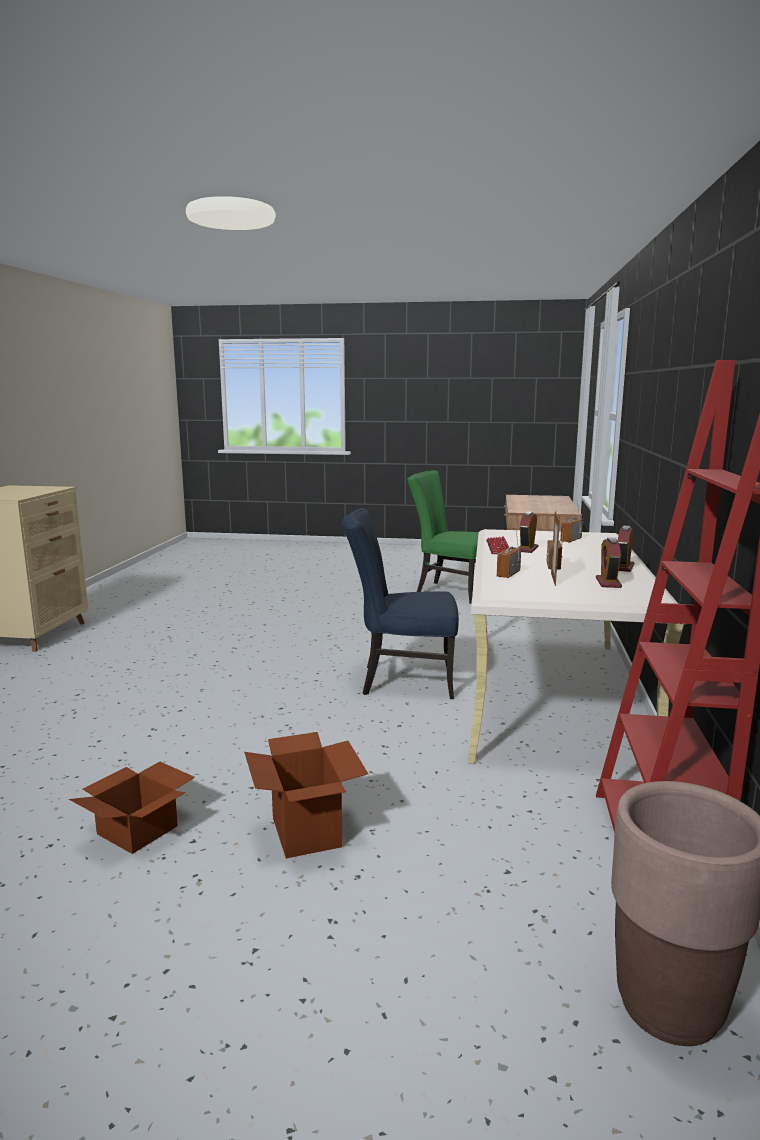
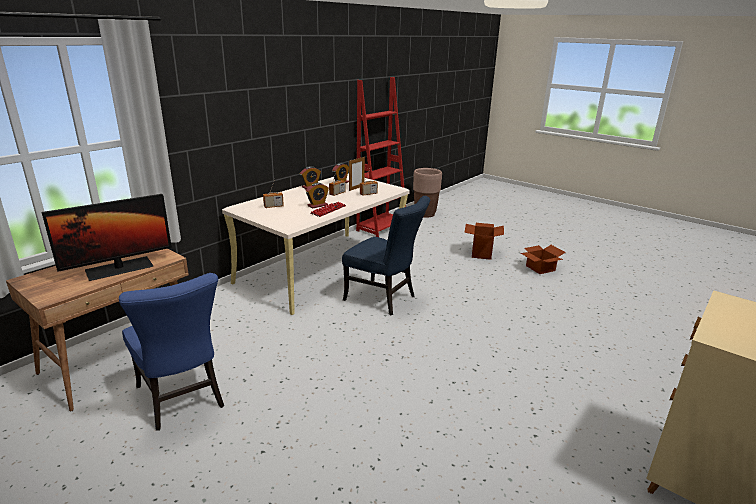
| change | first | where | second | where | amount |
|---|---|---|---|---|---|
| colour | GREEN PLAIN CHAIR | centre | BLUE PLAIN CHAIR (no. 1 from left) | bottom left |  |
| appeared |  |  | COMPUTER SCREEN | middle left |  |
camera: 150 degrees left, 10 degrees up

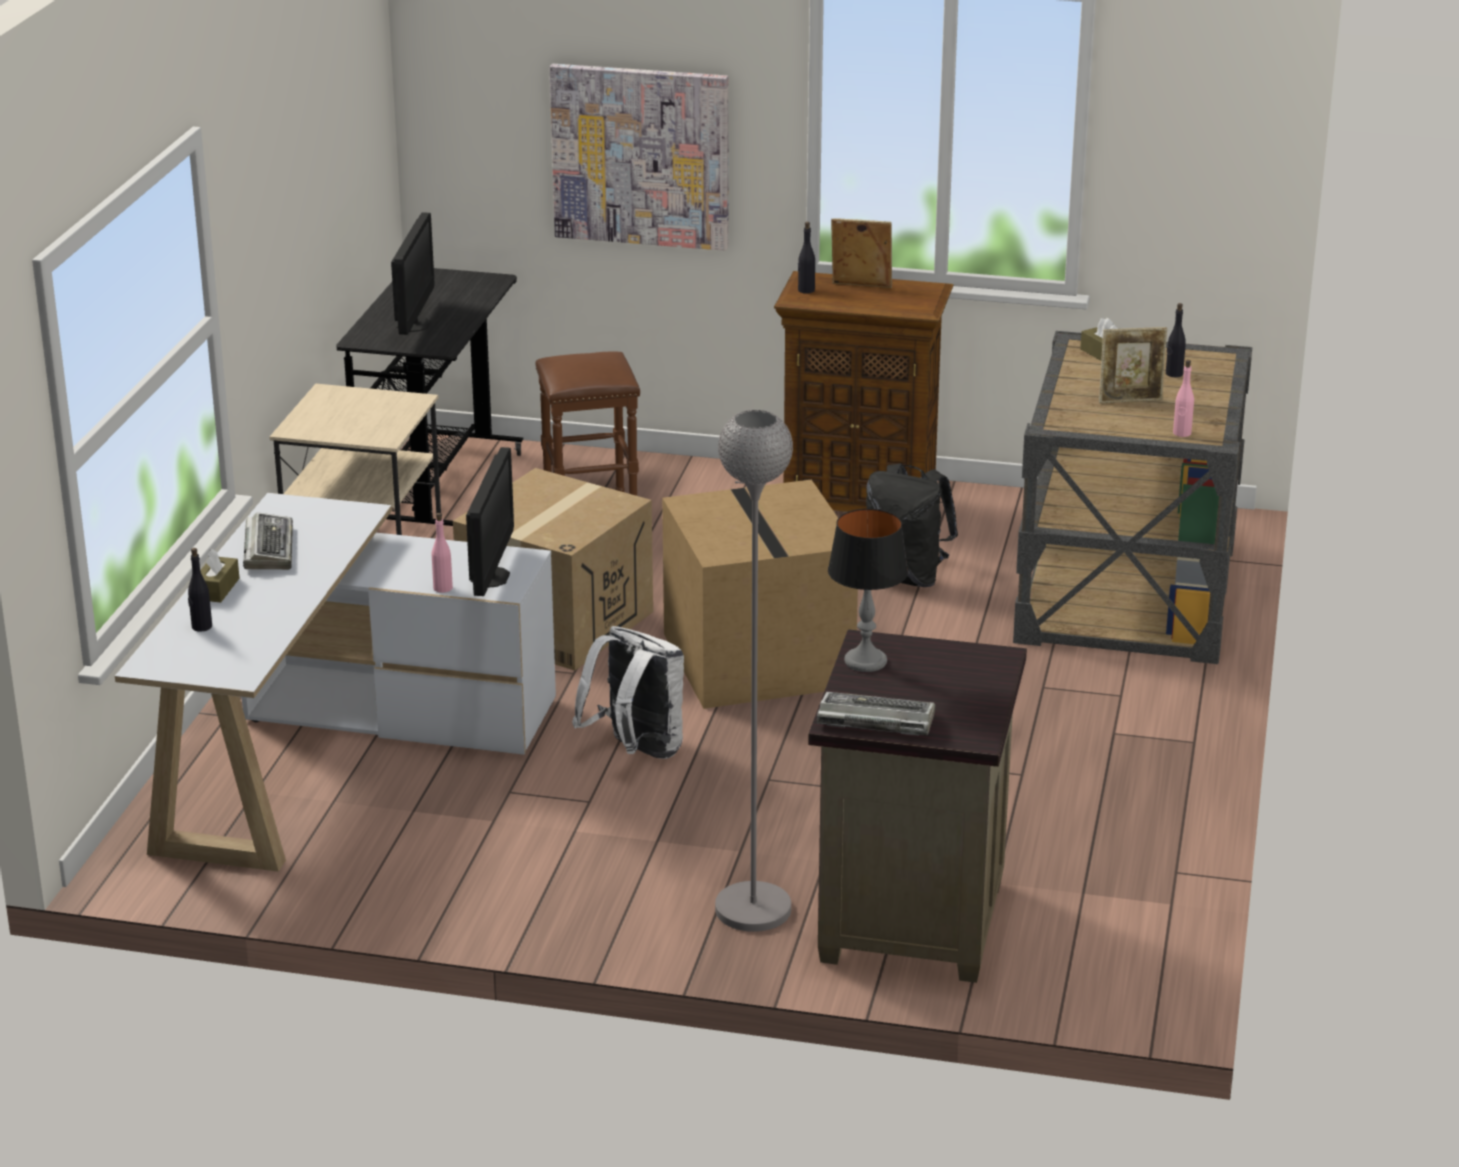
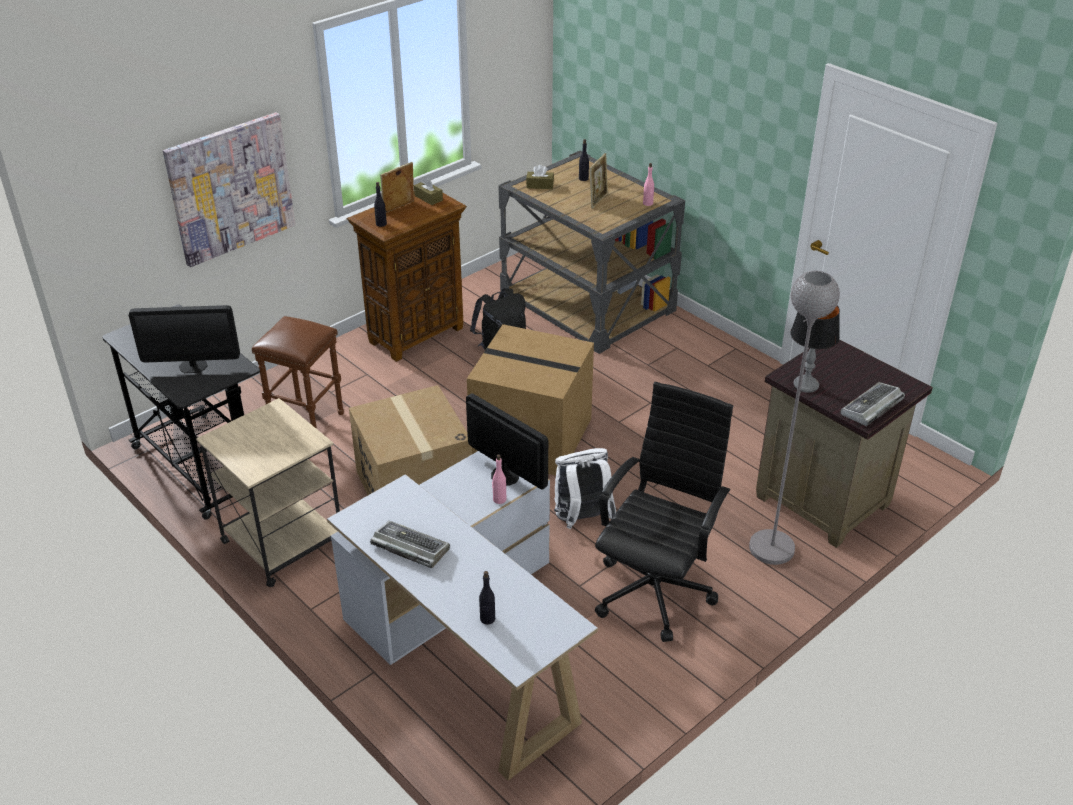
| change | first | where | second | where | amount |
|---|---|---|---|---|---|
| spun | COMPUTER SCREEN (no. 1 from left) | top left |  | middle left | 135 degrees clockwise |
| relocated | BROWN-COLOURED BOX OF TISSUES (no. 1 from left) | middle left |  | top centre |  |
| appeared |  |  | BLACK OFFICE CHAIR | centre |  |
camera: 55 degrees left, 10 degrees up

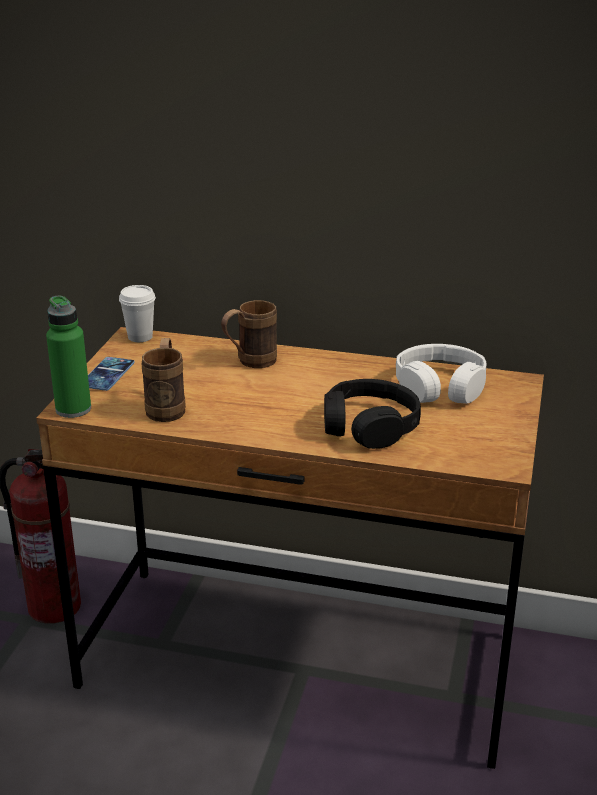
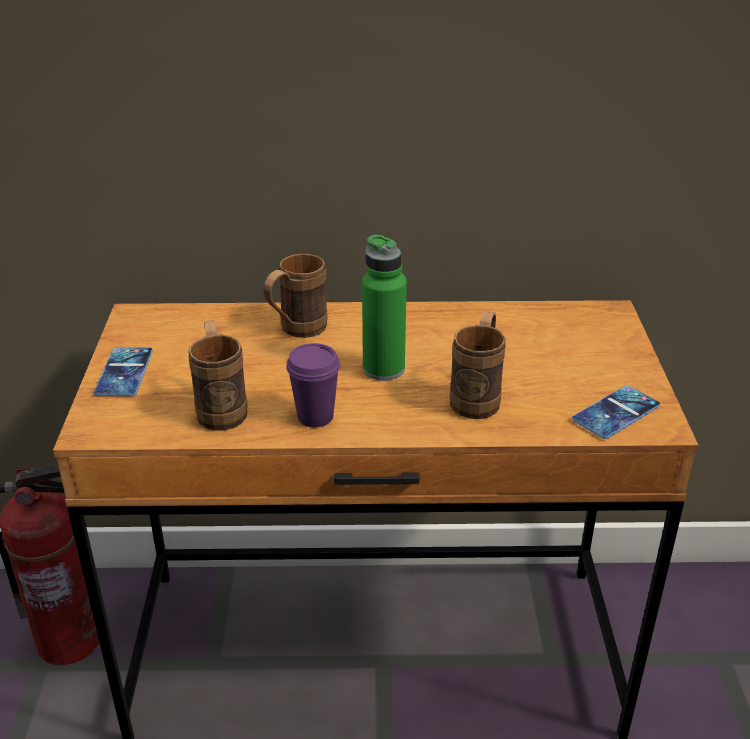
| change | first | where | second | where | amount |
|---|---|---|---|---|---|
| missing | WHITISH CUP | middle left |  |  |  |
| relocated | GREEN BEVERAGE BOTTLE | middle left |  | centre |  |
| missing | WHITISH HEADSET | middle right |  |  |  |
| exchanged | BLACK HEADSET | centre | BROWN-COLOURED TEA MUG (no. 3 from left) | centre |  |
| appeared |  |  | PURPLE-COLOURED CUP | centre |  |
| appeared |  |  | TELEPHONE (no. 2 from left) | middle right |  |
camera: 15 degrees left, 5 degrees up

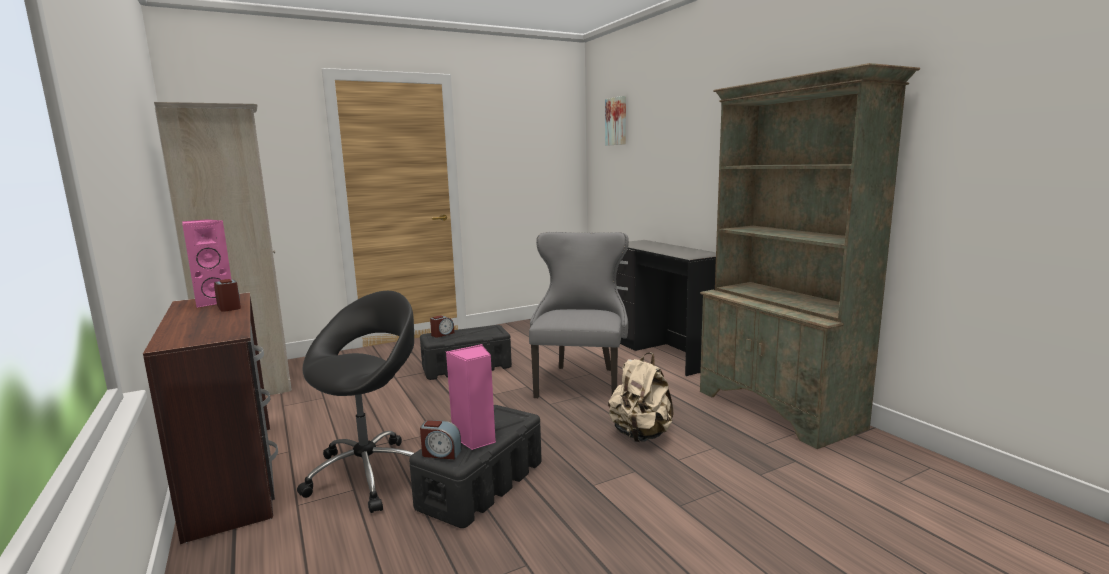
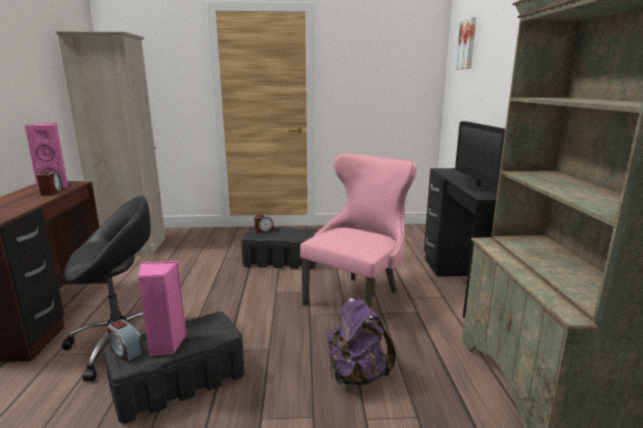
| change | first | where | second | where | amount |
|---|---|---|---|---|---|
| colour | GREY PLAIN CHAIR | centre | PINKISH PLAIN CHAIR | centre |  |
| colour | BEIGE BACKPACK | bottom centre | PURPLE-COLOURED BACKPACK | bottom centre |  |
| appeared |  |  | COMPUTER SCREEN | middle right |  |
camera: 25 degrees right, 5 degrees up

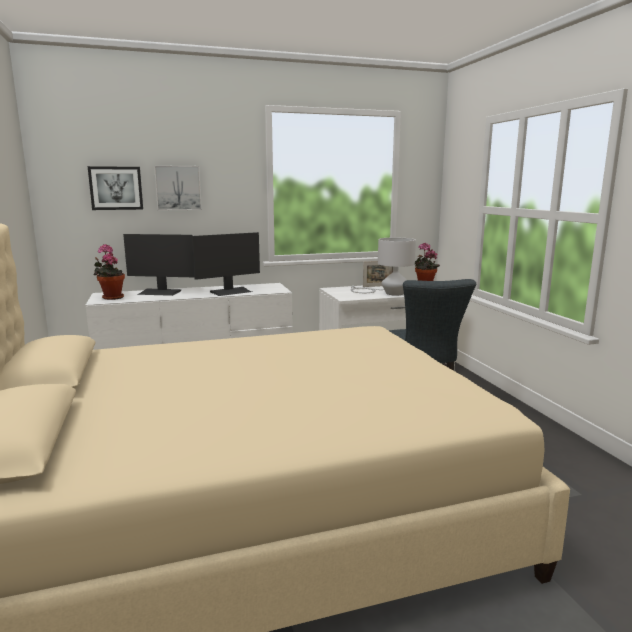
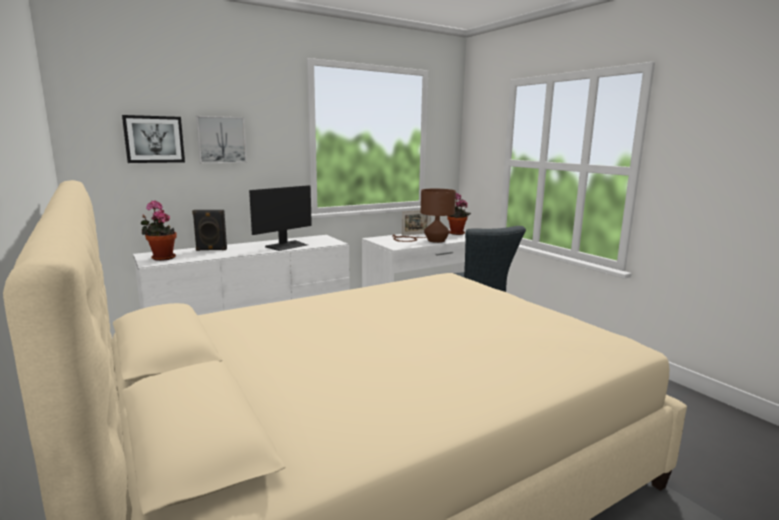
| change | first | where | second | where | amount |
|---|---|---|---|---|---|
| exchanged | COMPUTER SCREEN (no. 1 from left) | middle left | BLACK LOUDSPEAKER | middle left |  |
| colour | GREY LAMP FOR A TABLE | centre | BROWN-COLOURED LAMP FOR A TABLE | centre |  |
camera: 15 degrees left, 0 degrees up

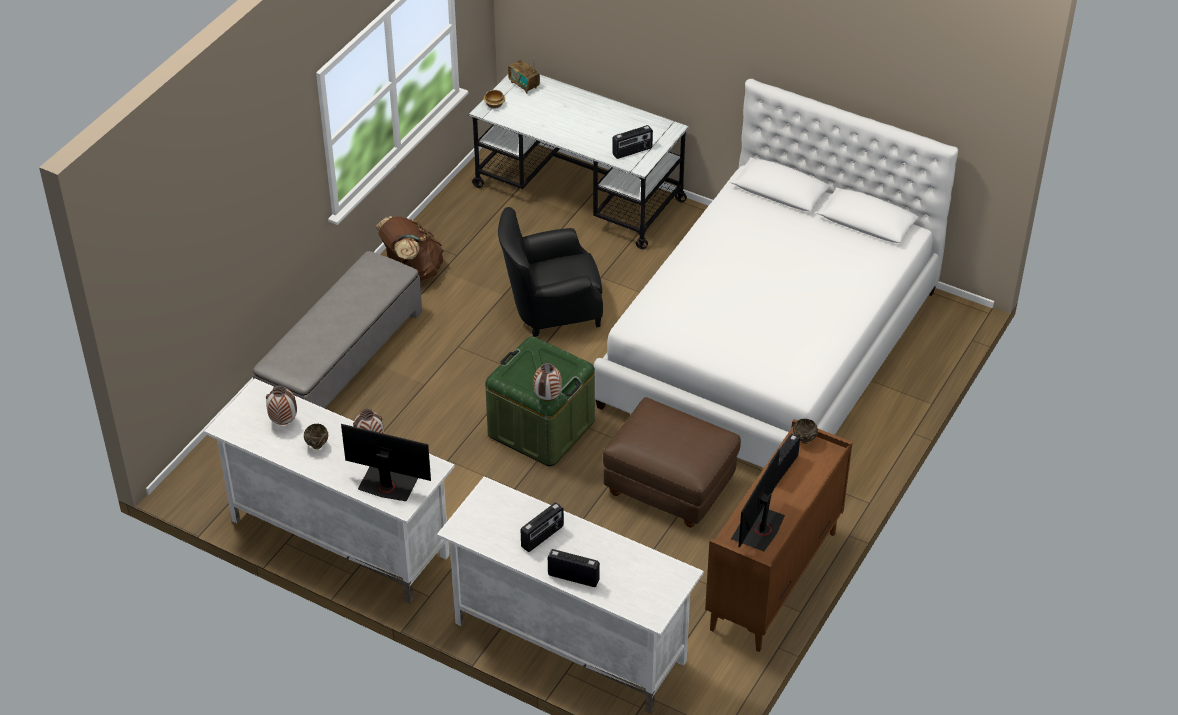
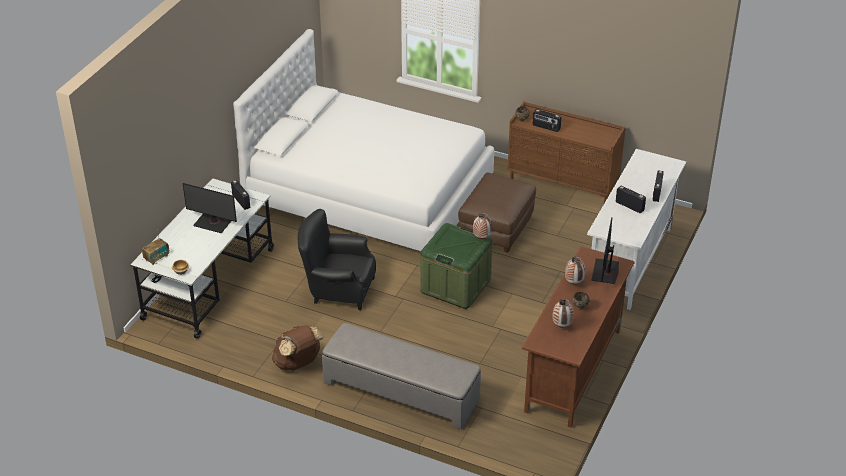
| change | first | where | second | where | amount |
|---|---|---|---|---|---|
| spun | BLACK EASY CHAIR | centre |  | centre | 120 degrees clockwise |
| colour | WHITISH DRESSER (no. 1 from left) | bottom left | BROWN-COLOURED DRESSER | bottom right |  |
| relocated | COMPUTER SCREEN (no. 2 from left in the first image) | bottom centre | COMPUTER SCREEN (no. 1 from left) | middle left |  |
camera: 95 degrees left, 5 degrees down

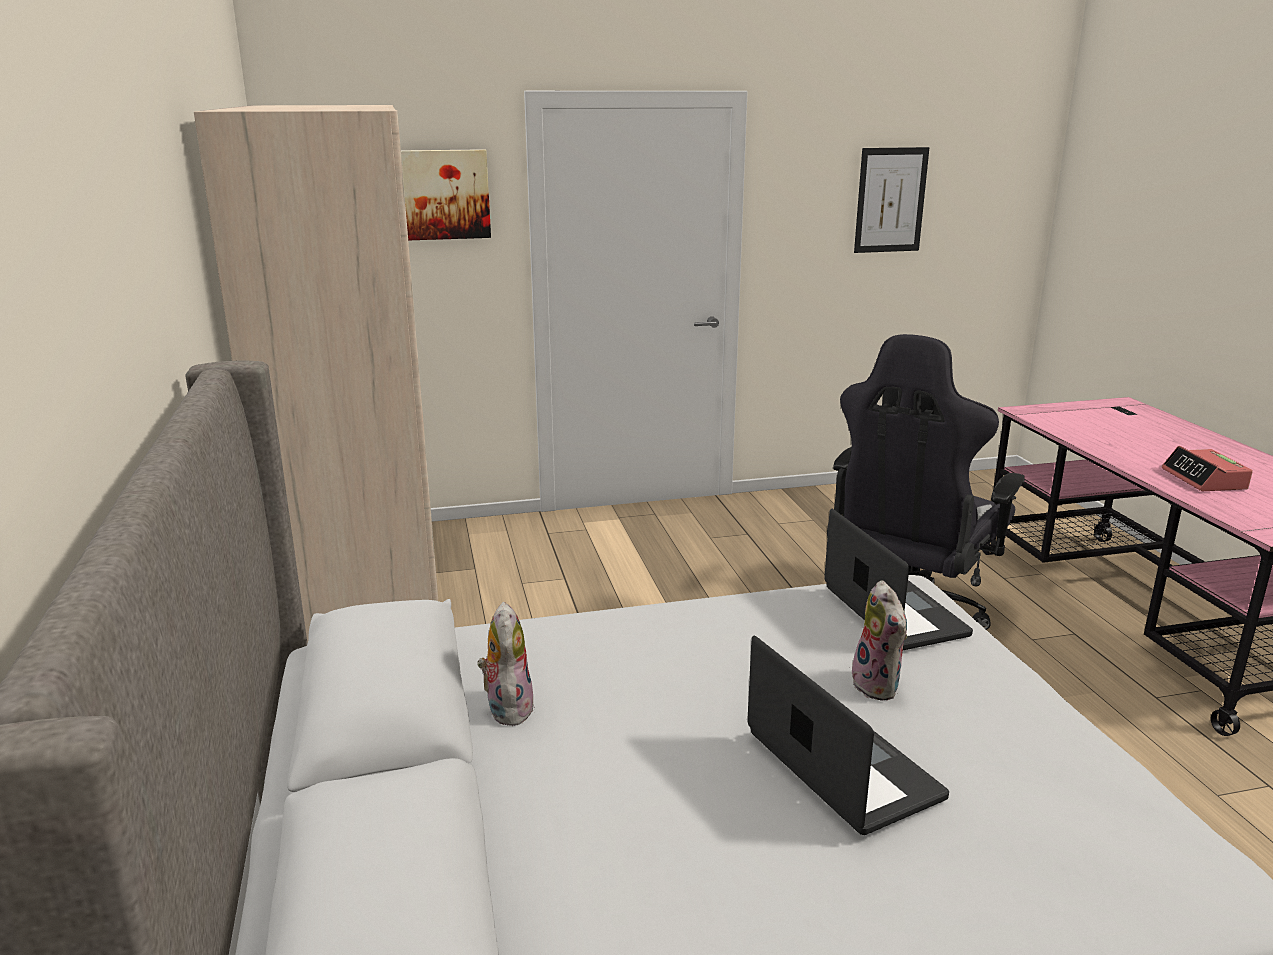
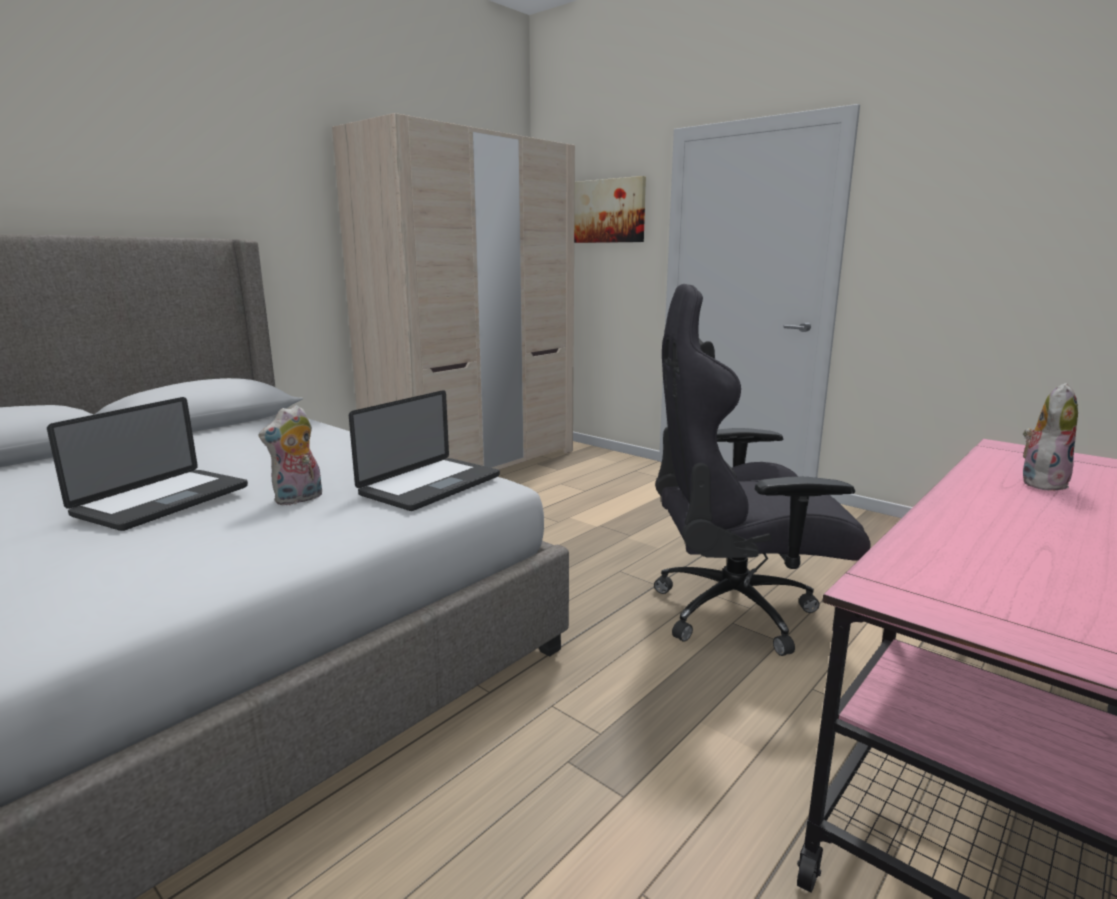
| change | first | where | second | where | amount |
|---|---|---|---|---|---|
| missing | PICTURE (no. 2 from left) | top right |  |  |  |
| missing | TABLE CLOCK | middle right |  |  |  |
| relocated | CUDDLY TOY (no. 1 from left in the first image) | bottom centre | CUDDLY TOY (no. 2 from left) | middle right |  |
camera: 55 degrees right, 5 degrees down

